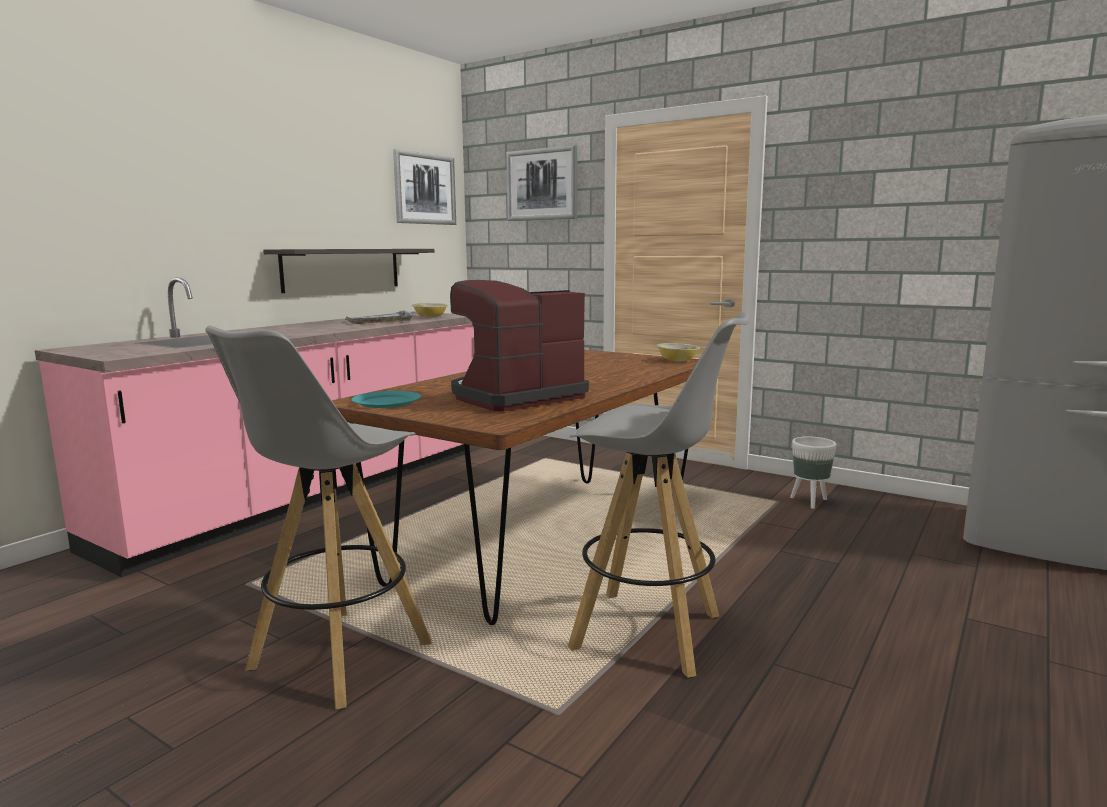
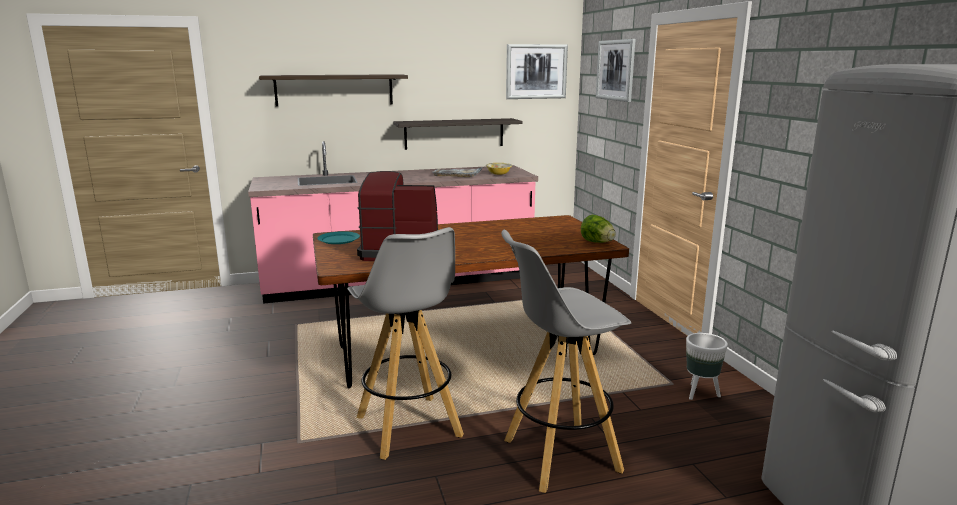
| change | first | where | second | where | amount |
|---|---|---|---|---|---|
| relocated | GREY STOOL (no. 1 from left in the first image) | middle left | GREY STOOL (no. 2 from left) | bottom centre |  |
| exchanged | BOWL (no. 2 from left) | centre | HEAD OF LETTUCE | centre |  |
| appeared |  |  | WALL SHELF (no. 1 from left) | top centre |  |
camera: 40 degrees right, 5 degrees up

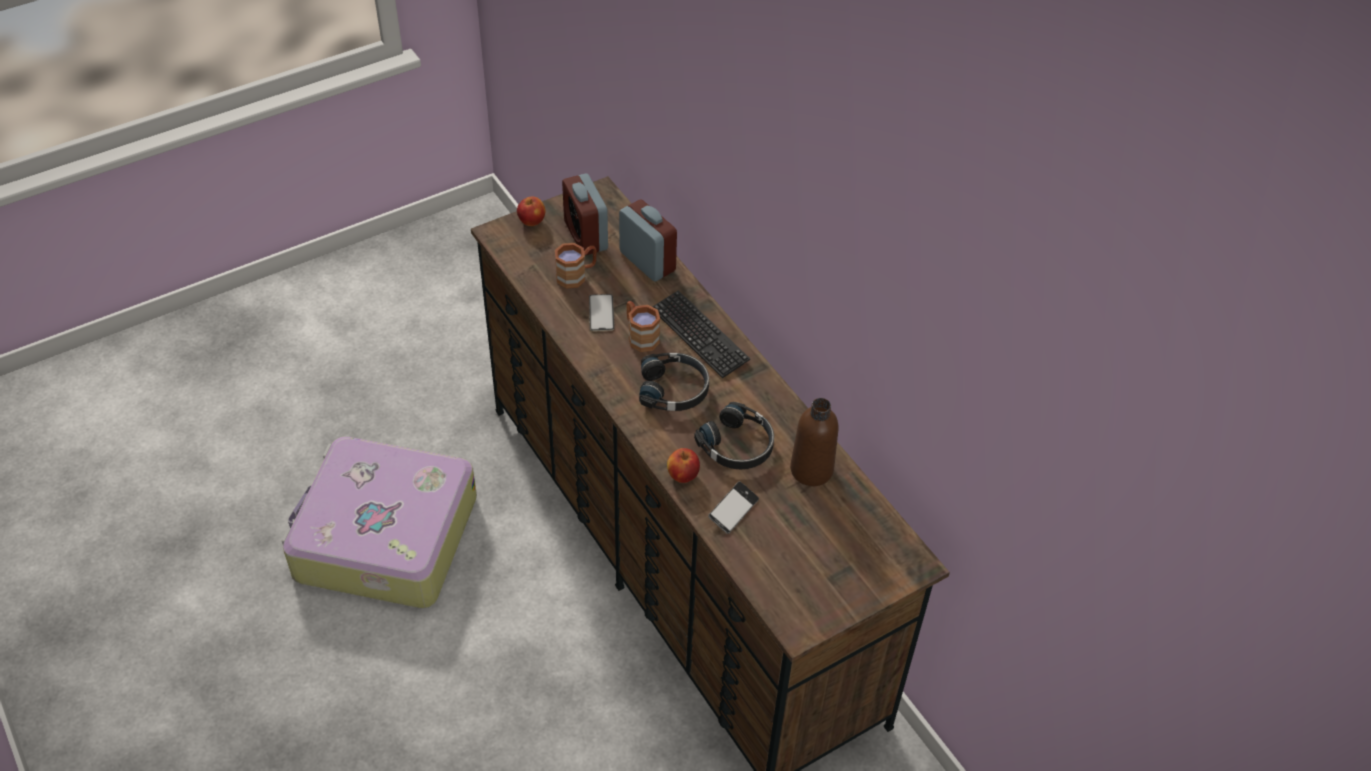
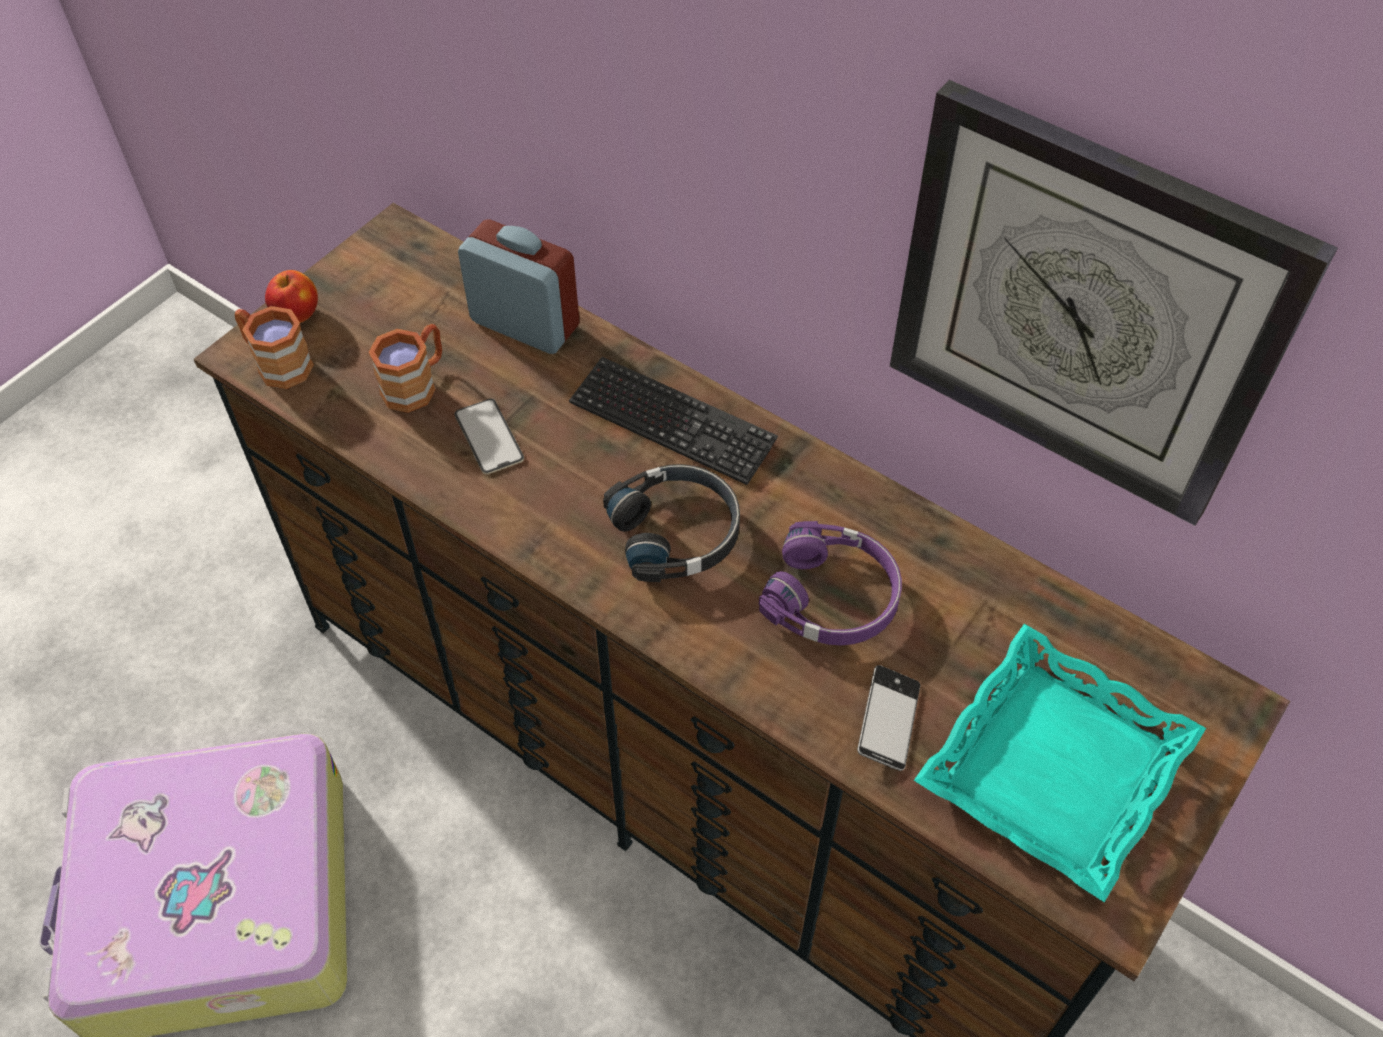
| change | first | where | second | where | amount |
|---|---|---|---|---|---|
| missing | TABLE CLOCK (no. 1 from left) | top centre |  |  |  |
| relocated | BROWN-COLOURED TEA MUG (no. 2 from left in the first image) | centre | BROWN-COLOURED TEA MUG (no. 1 from left) | middle left |  |
| missing | BROWN-COLOURED BEVERAGE BOTTLE | centre |  |  |  |
| colour | BLACK HEADSET (no. 2 from left) | centre | PURPLE-COLOURED HEADSET | centre |  |
| missing | APPLE (no. 2 from left) | centre |  |  |  |
| appeared |  |  | CLOCK ON THE WALL | top right |  |
| appeared |  |  | BLUE-GREEN TRAY | bottom right |  |
camera: 20 degrees left, 5 degrees up

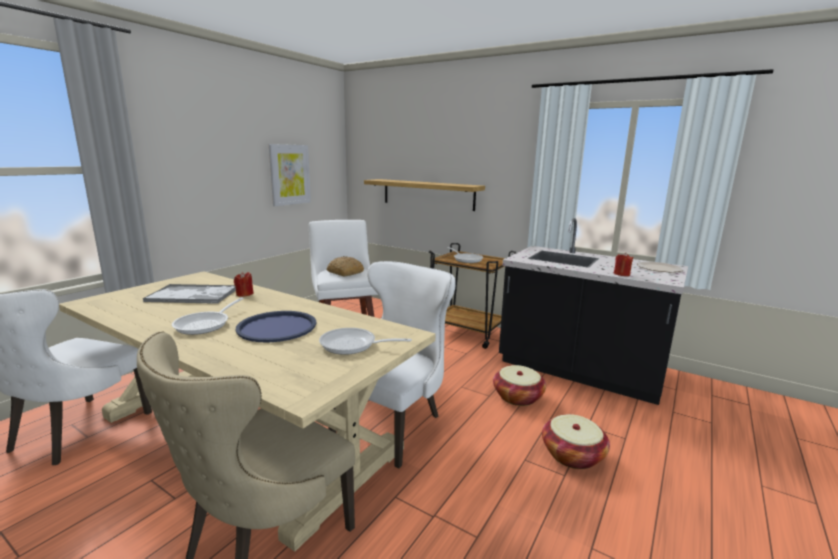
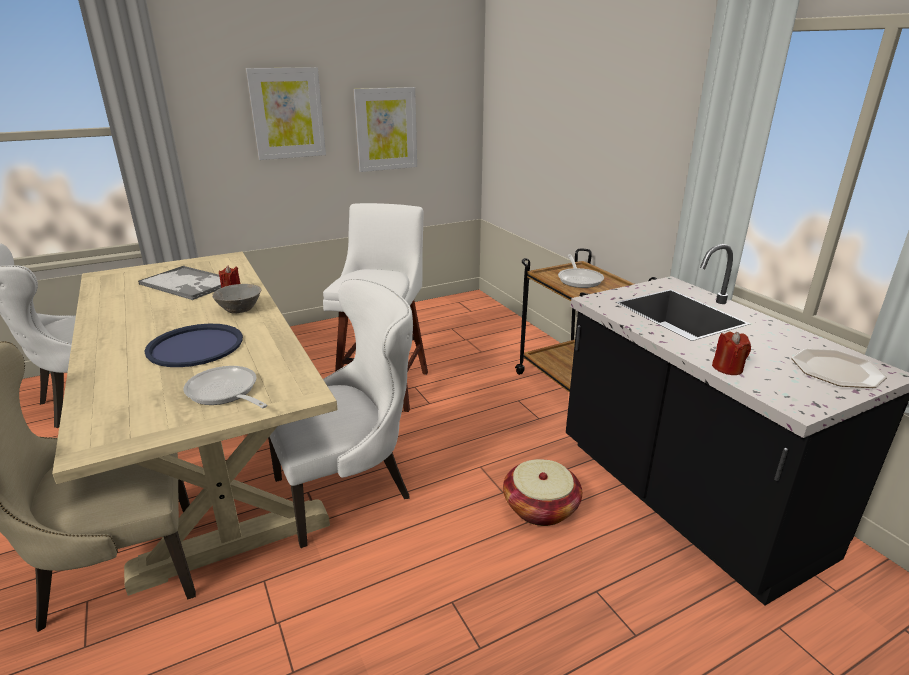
| change | first | where | second | where | amount |
|---|---|---|---|---|---|
| missing | WALL SHELF | centre |  |  |  |
| missing | BAKERY BREAD | centre |  |  |  |
| missing | PAN (no. 1 from left) | middle left |  |  |  |
| missing | HOUSEHOLD BASKET (no. 2 from left) | bottom right |  |  |  |
| appeared |  |  | PICTURE (no. 1 from left) | top left |  |
| appeared |  |  | GREY BOWL | middle left |  |
camera: 30 degrees right, 10 degrees up

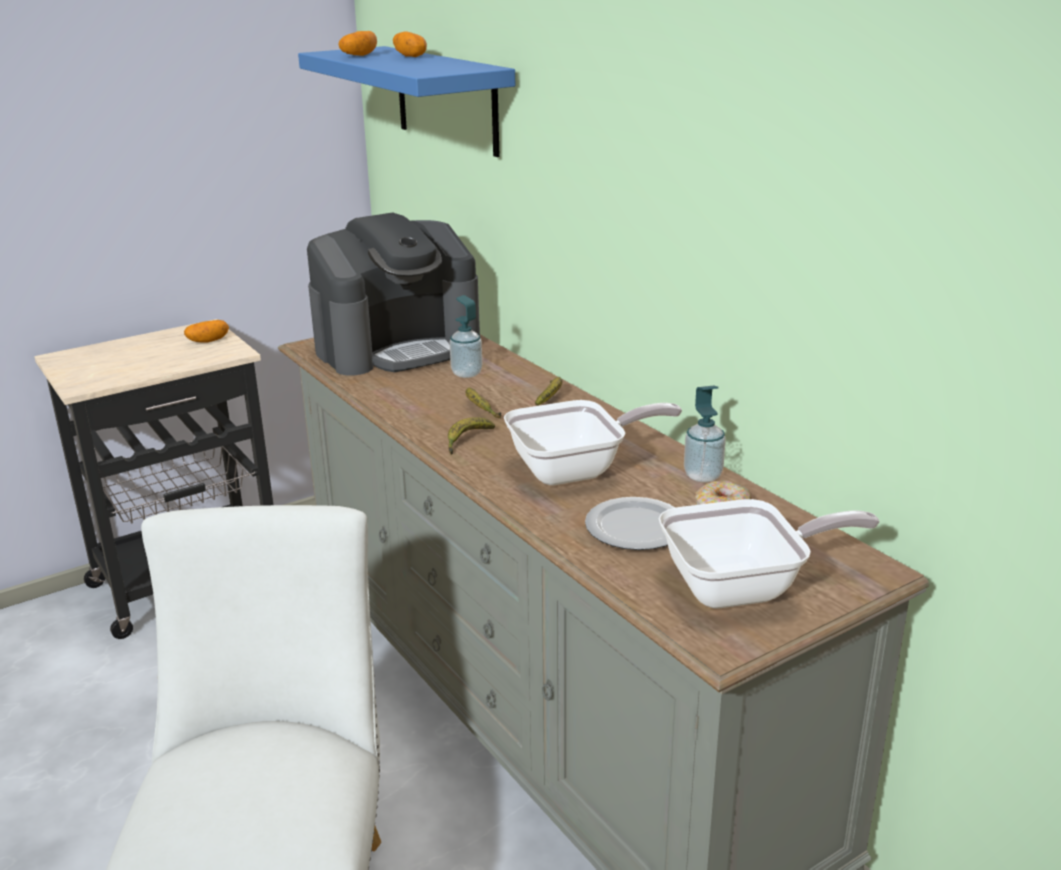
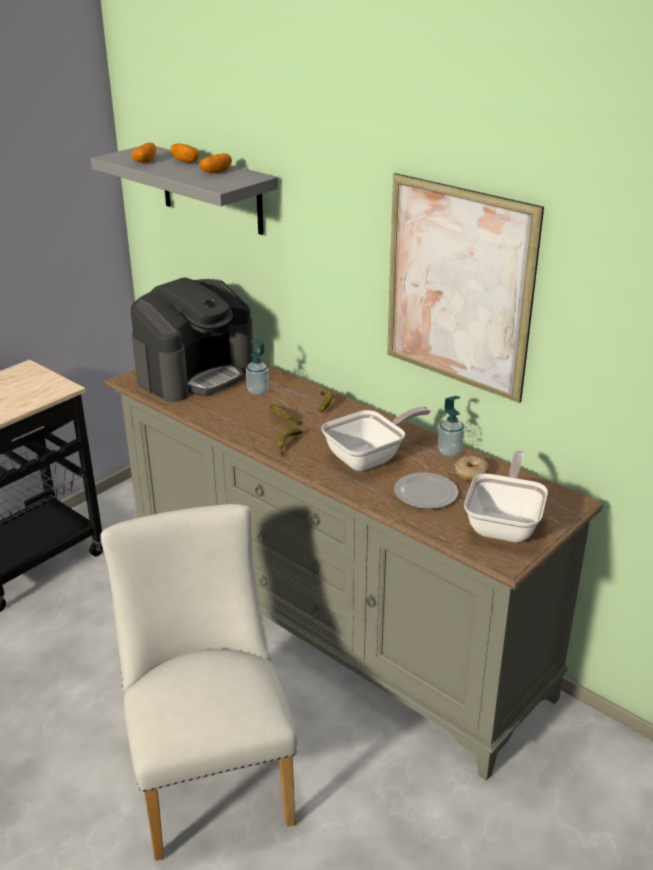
| change | first | where | second | where | amount |
|---|---|---|---|---|---|
| colour | BLUE WALL SHELF | top centre | GREY WALL SHELF | top left |  |
| relocated | SPUD (no. 1 from left in the first image) | middle left | SPUD (no. 3 from left) | top left |  |
| spun | PAN (no. 2 from left) | middle right |  | middle right | 45 degrees counterclockwise |
| appeared |  |  | PICTURE | top right |  |
camera: 15 degrees left, 5 degrees up

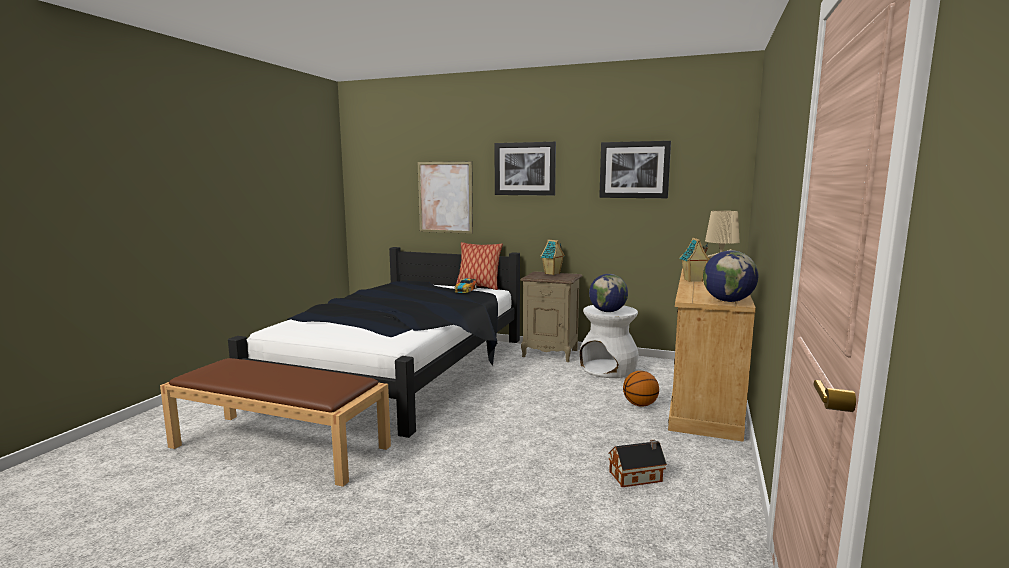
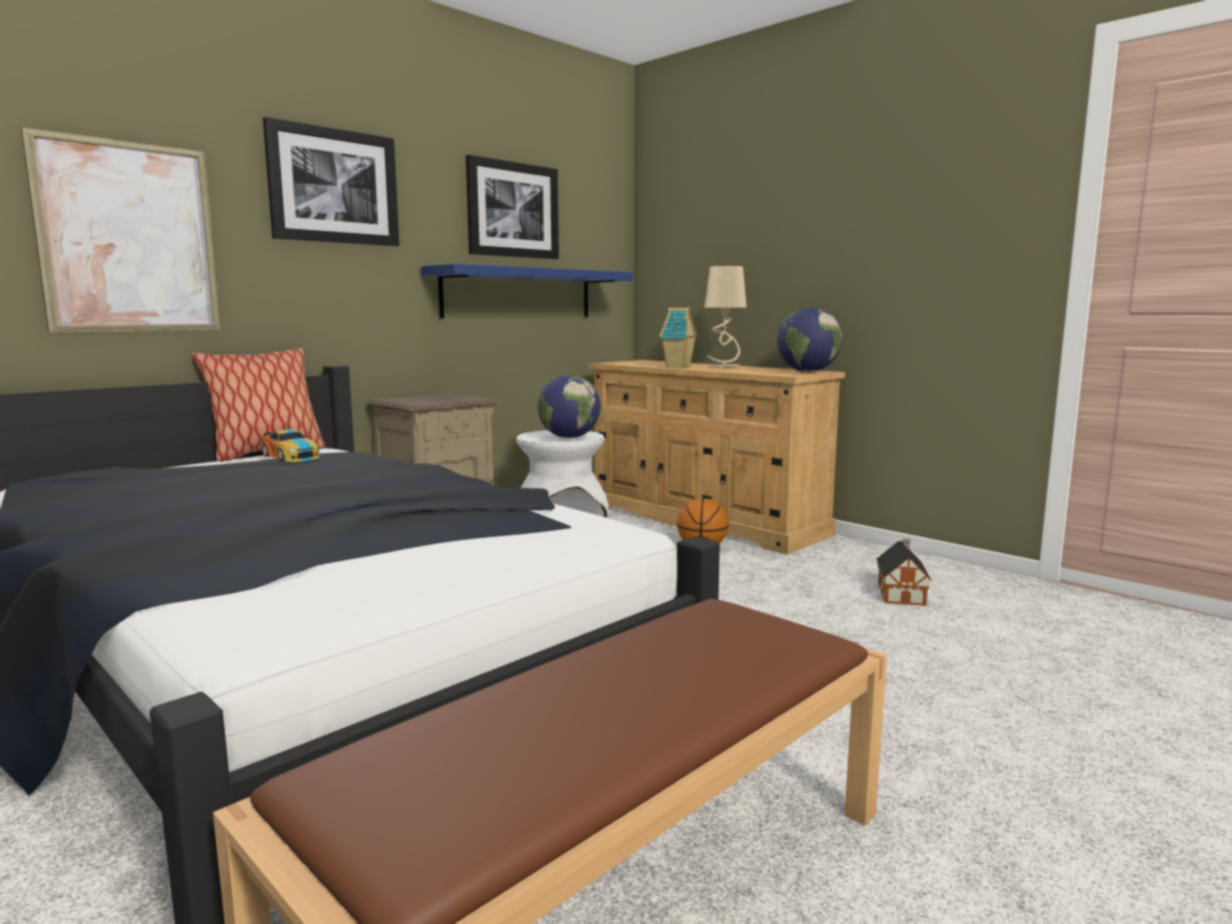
| change | first | where | second | where | amount |
|---|---|---|---|---|---|
| missing | MODEL HOUSE (no. 1 from left) | centre |  |  |  |
| appeared |  |  | BLUE WALL SHELF | top centre |  |
camera: 65 degrees left, 0 degrees up

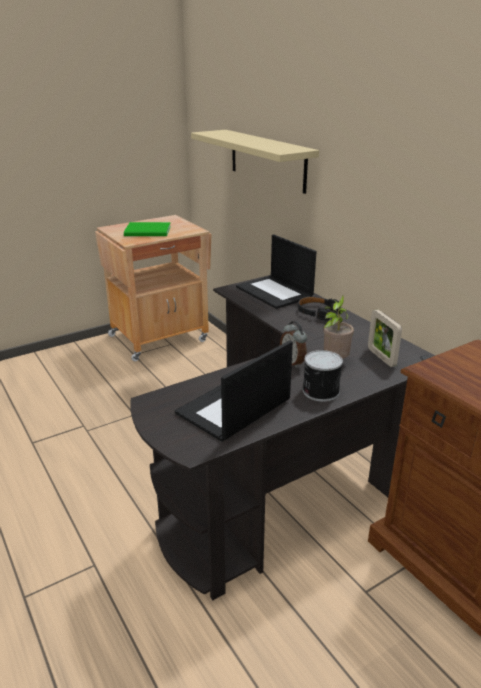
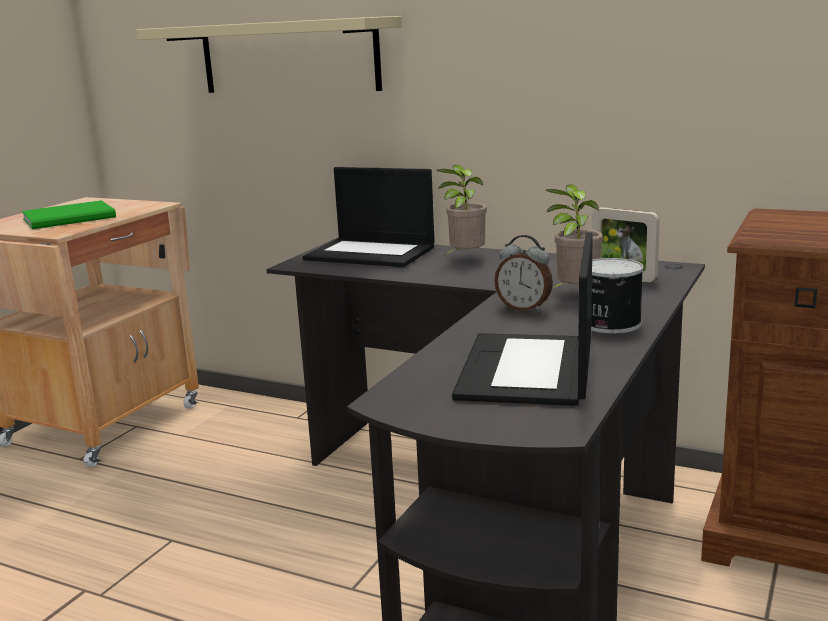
| change | first | where | second | where | amount |
|---|---|---|---|---|---|
| exchanged | BLACK HEADSET | centre | POTTED PLANT (no. 1 from left) | centre |  |
camera: 30 degrees left, 10 degrees down

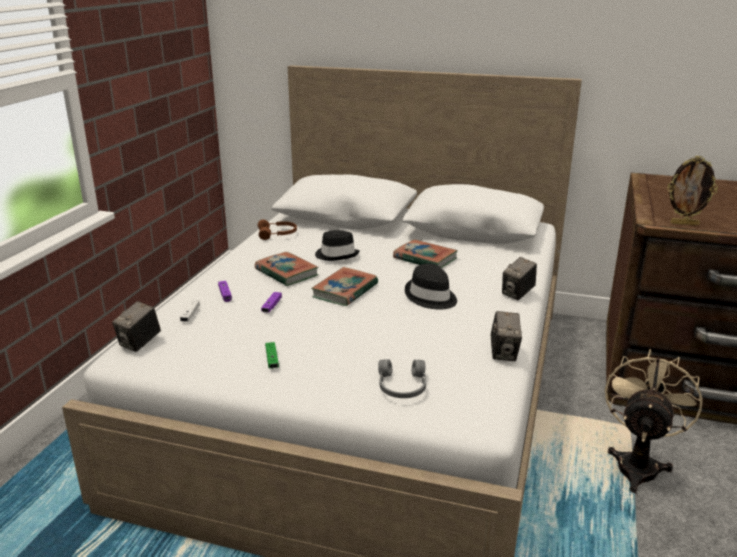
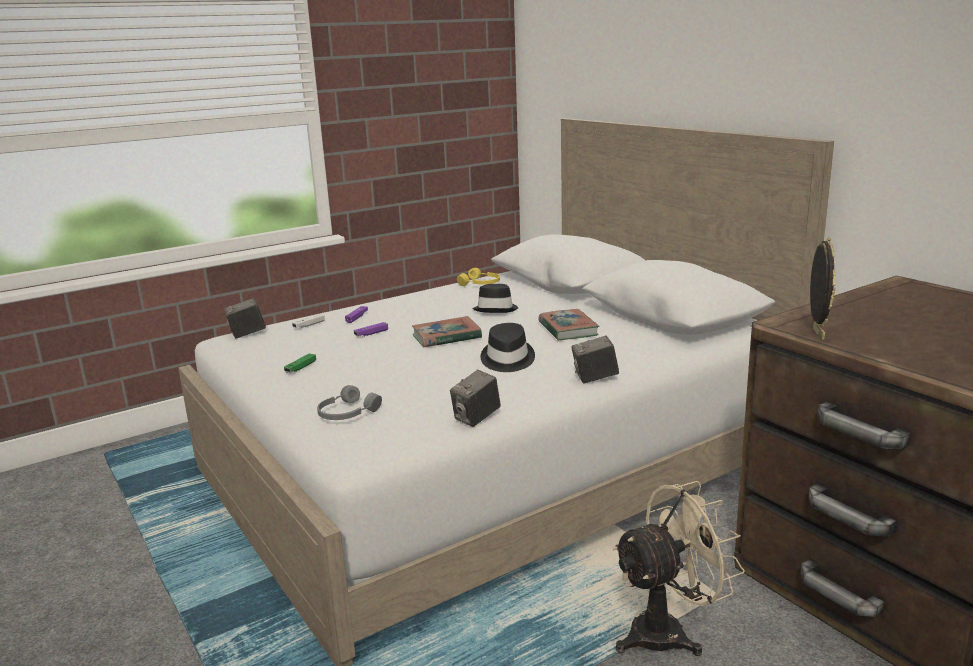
| change | first | where | second | where | amount |
|---|---|---|---|---|---|
| spun | PHOTO FRAME | middle right |  | middle right | 135 degrees counterclockwise |
| colour | BROWN-COLOURED HEADSET | centre | YELLOWISH HEADSET | centre |  |
| missing | BOOK (no. 1 from left) | centre |  |  |  |
camera: 40 degrees right, 5 degrees down

